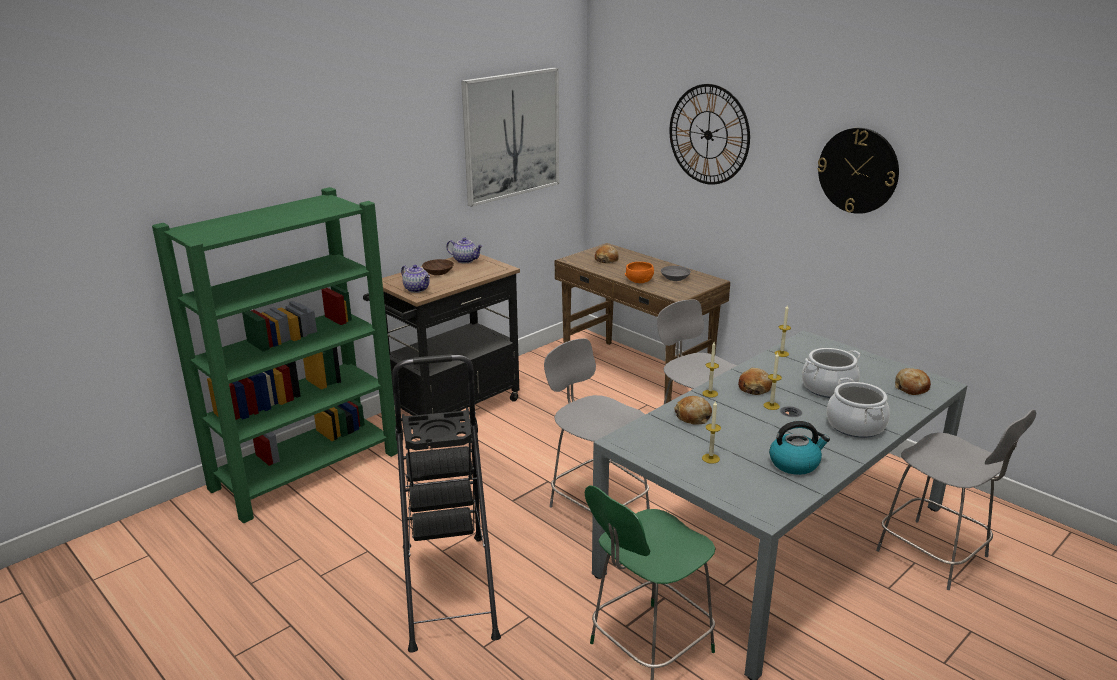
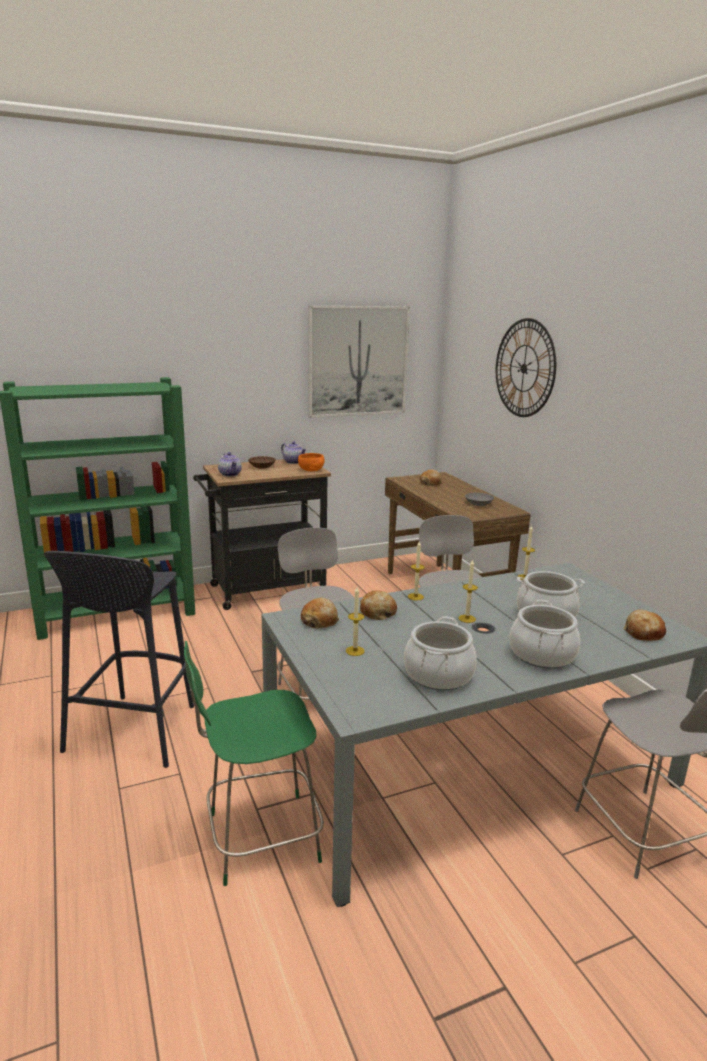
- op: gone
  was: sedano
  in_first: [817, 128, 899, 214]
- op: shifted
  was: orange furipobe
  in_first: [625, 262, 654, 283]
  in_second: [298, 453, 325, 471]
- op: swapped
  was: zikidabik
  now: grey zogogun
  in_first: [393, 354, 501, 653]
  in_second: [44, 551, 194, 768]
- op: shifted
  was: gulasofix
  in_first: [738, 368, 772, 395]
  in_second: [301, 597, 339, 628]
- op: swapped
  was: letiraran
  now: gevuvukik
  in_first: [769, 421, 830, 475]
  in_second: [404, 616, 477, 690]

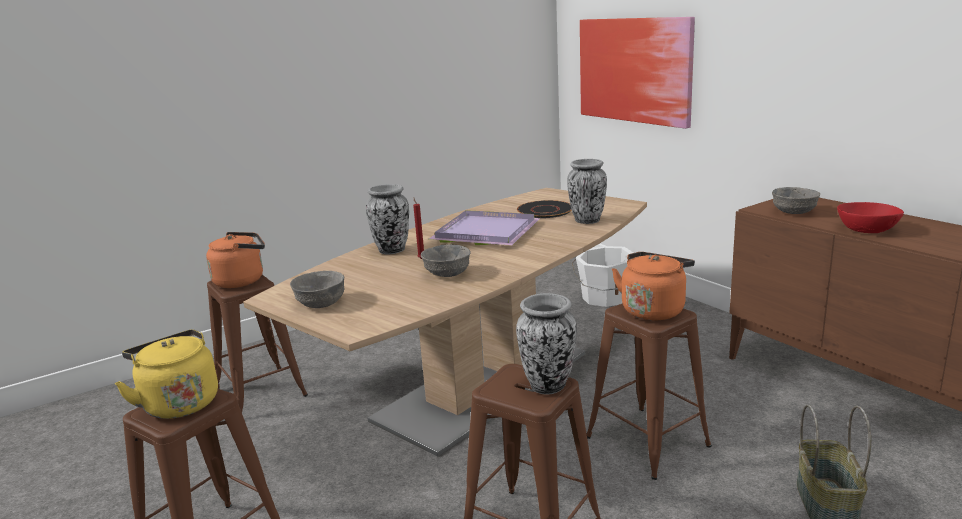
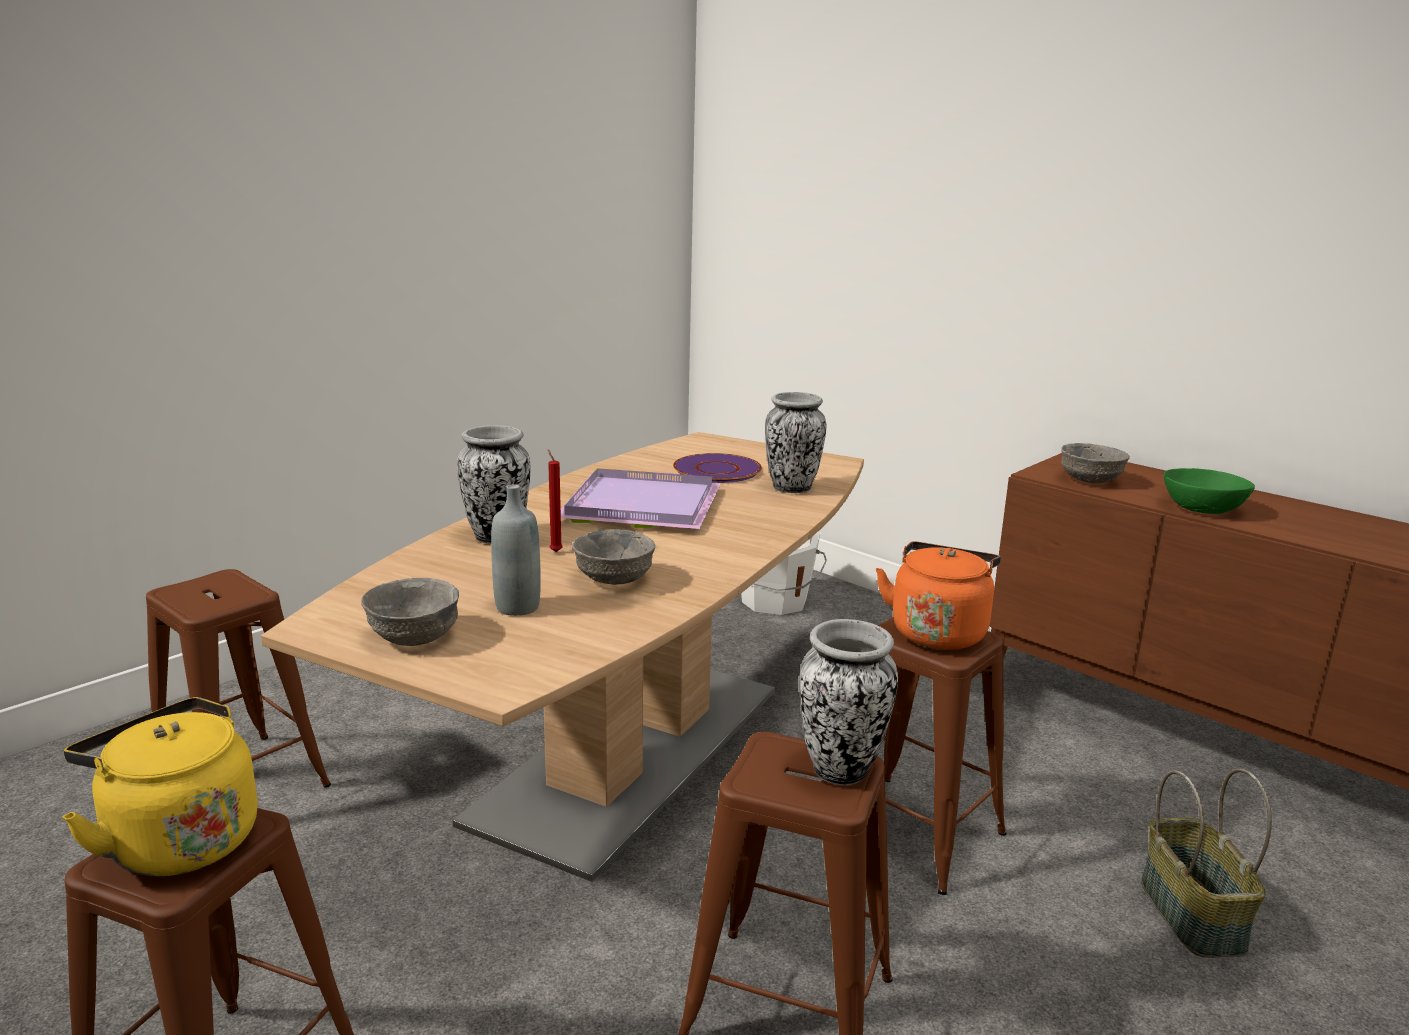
- op: gone
  was: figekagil
  in_first: [580, 17, 695, 129]
- op: repainted
  was: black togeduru
  now: purple togeduru
  in_first: [517, 200, 572, 218]
  in_second: [673, 453, 762, 483]
- op: repainted
  was: red furipobe
  now: green furipobe
  in_first: [837, 202, 904, 233]
  in_second: [1164, 468, 1255, 514]
- op: gone
  was: orange letiraran
  in_first: [206, 232, 265, 288]
- op: new
  now: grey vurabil
  in_second: [491, 485, 541, 616]

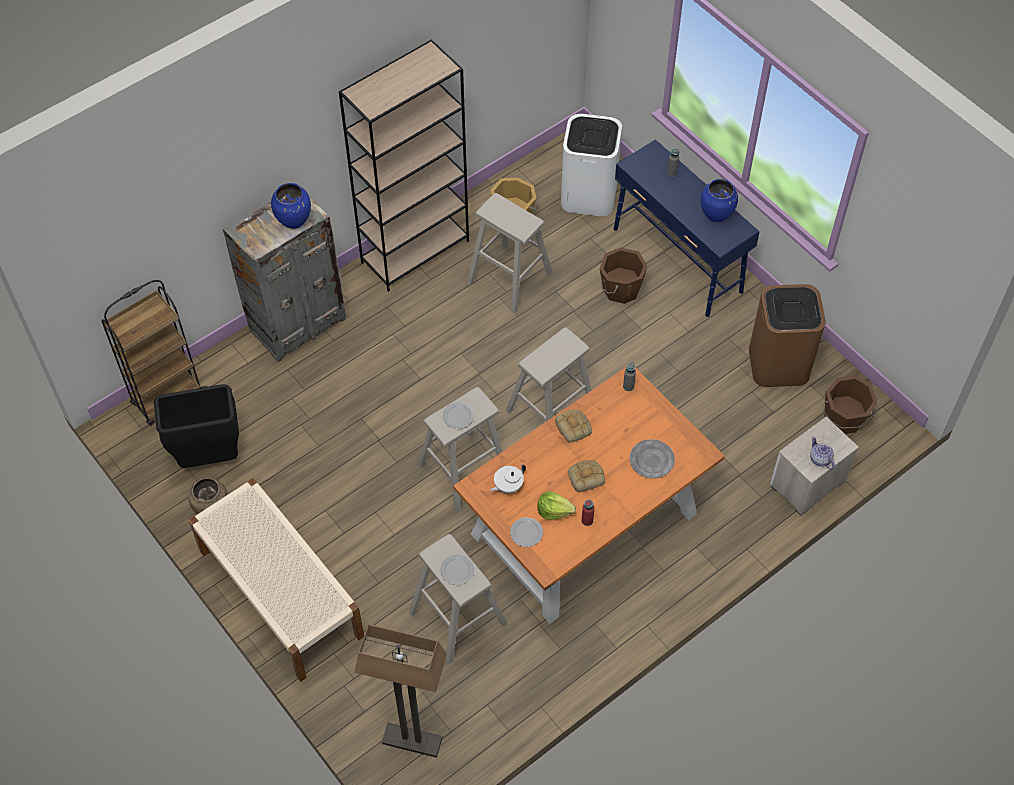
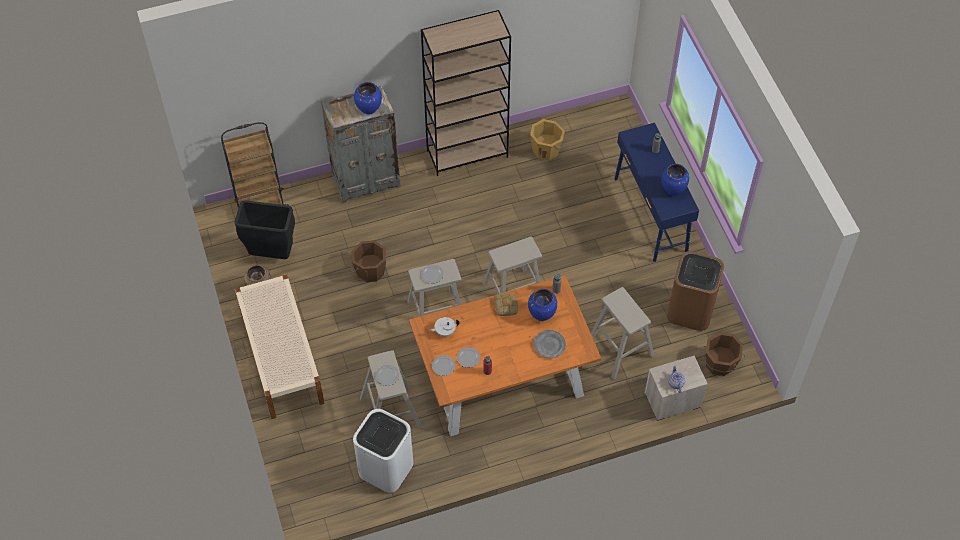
- op: shifted
  was: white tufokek
  in_first: [561, 114, 622, 216]
  in_second: [353, 409, 413, 493]
- op: shifted
  was: beige zogogun
  in_first: [467, 193, 553, 314]
  in_second: [591, 287, 654, 380]
- op: shifted
  was: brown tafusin
  in_first: [600, 247, 648, 304]
  in_second: [351, 240, 386, 282]
- op: gone
  was: gulasofix
  in_first: [568, 460, 605, 492]
- op: swapped
  was: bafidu
  now: togeduru
  in_first: [537, 491, 576, 520]
  in_second: [457, 347, 480, 368]
- op: gone
  was: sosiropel
  in_first: [354, 624, 447, 758]
- op: new
  now: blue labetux
  in_second: [528, 289, 557, 321]

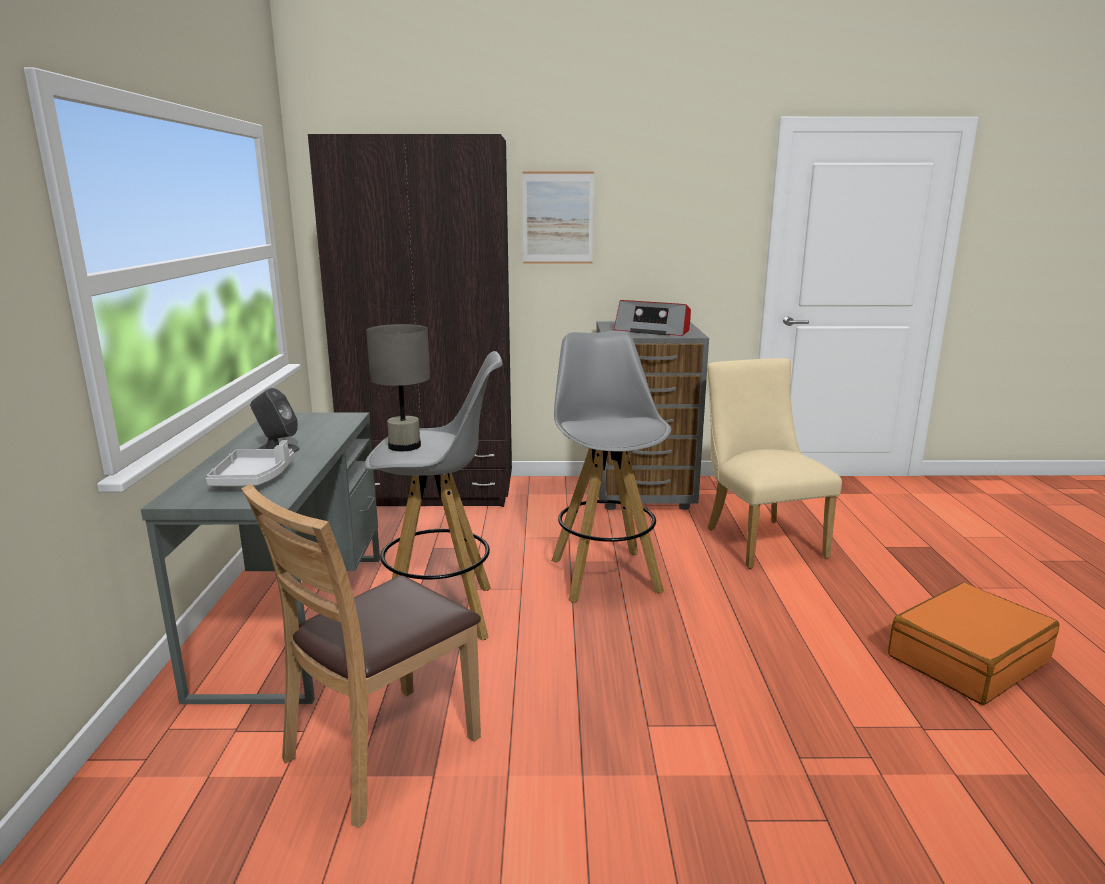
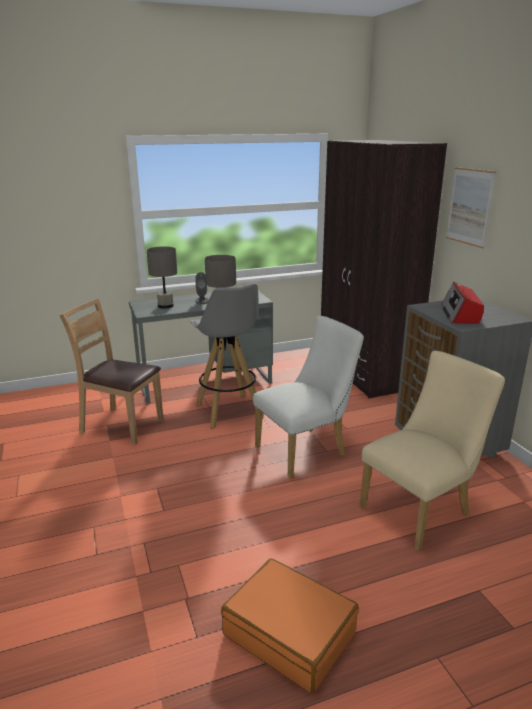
- op: swapped
  was: grey zogogun
  now: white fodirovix
  in_first: [552, 331, 672, 603]
  in_second: [253, 316, 364, 478]
- op: swapped
  was: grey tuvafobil
  now: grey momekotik
  in_first: [206, 440, 294, 486]
  in_second: [147, 246, 177, 309]

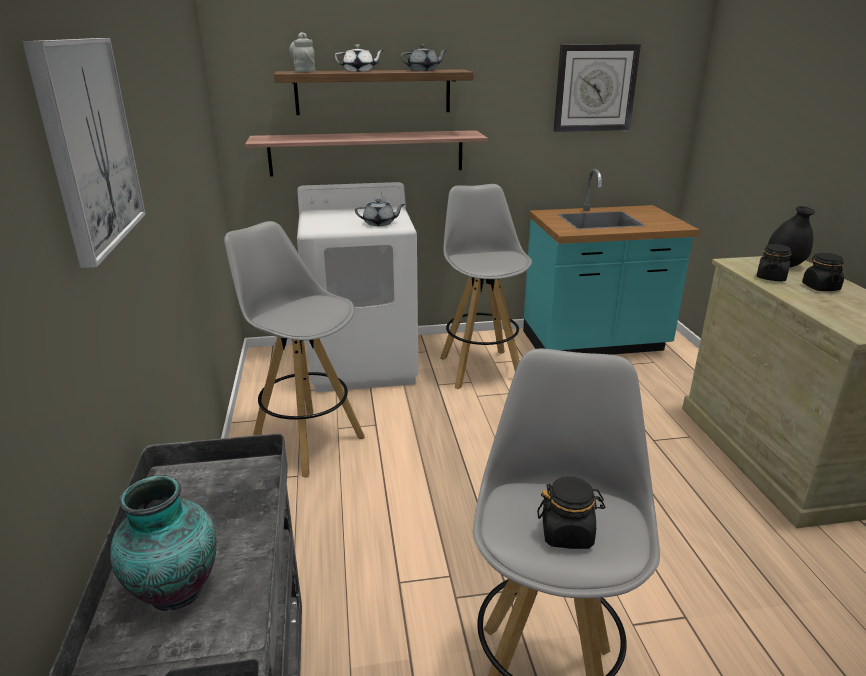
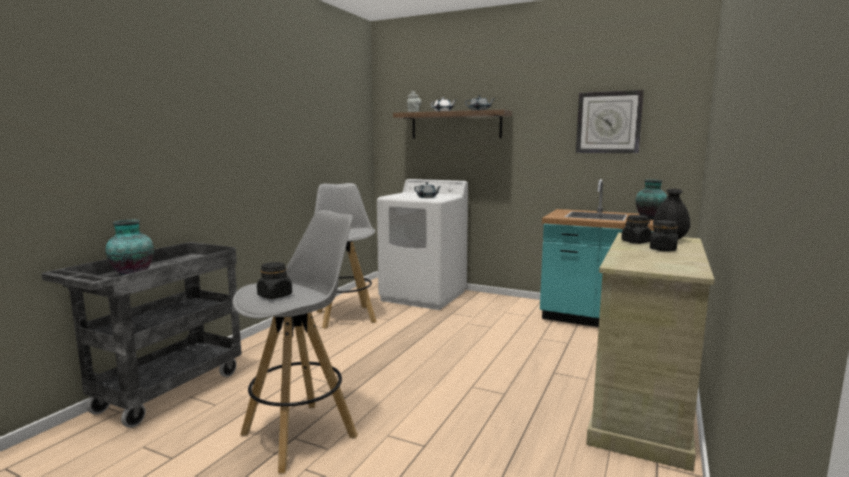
- op: gone
  was: figekagil
  in_first: [22, 38, 146, 268]
- op: gone
  was: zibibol
  in_first: [245, 130, 488, 176]
- op: gone
  was: grey zogogun
  in_first: [440, 184, 532, 389]
- op: new
  now: labetux
  in_second: [635, 179, 667, 220]

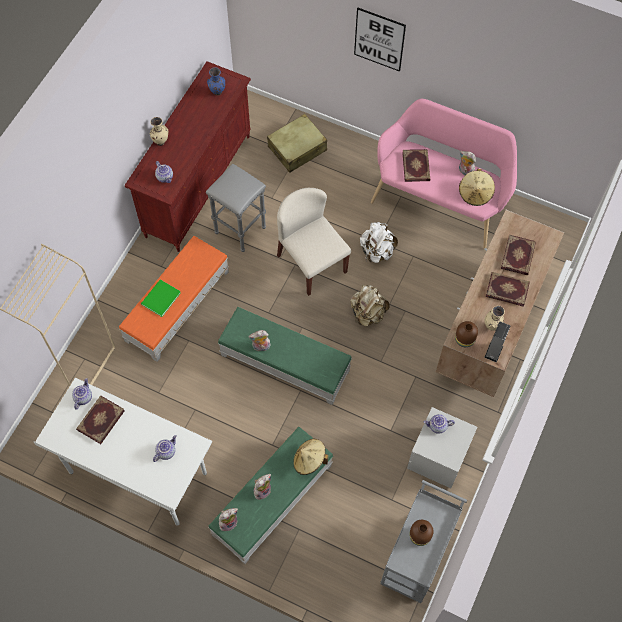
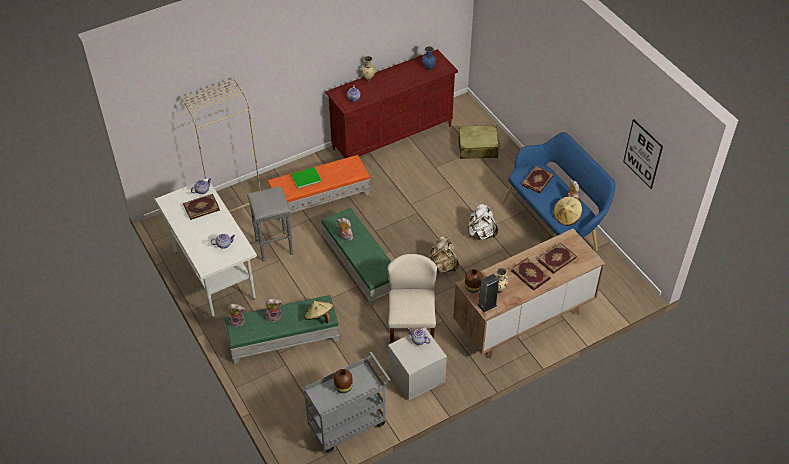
- op: shifted
  was: figekagil
  in_first: [354, 8, 406, 72]
  in_second: [623, 119, 663, 189]
- op: repainted
  was: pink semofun
  now: blue semofun
  in_first: [371, 99, 517, 249]
  in_second: [502, 132, 615, 251]
- op: shifted
  was: grey zogogun
  in_first: [206, 164, 266, 252]
  in_second: [247, 186, 293, 262]
- op: shifted
  was: beige fodirovix
  in_first: [277, 188, 351, 296]
  in_second: [388, 254, 437, 344]

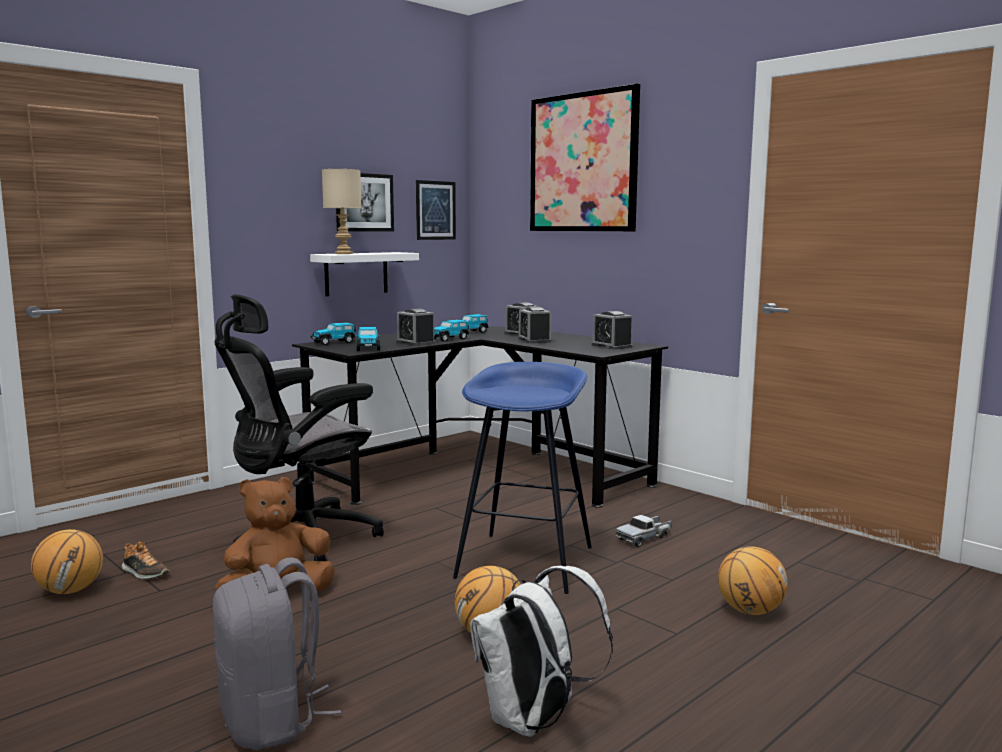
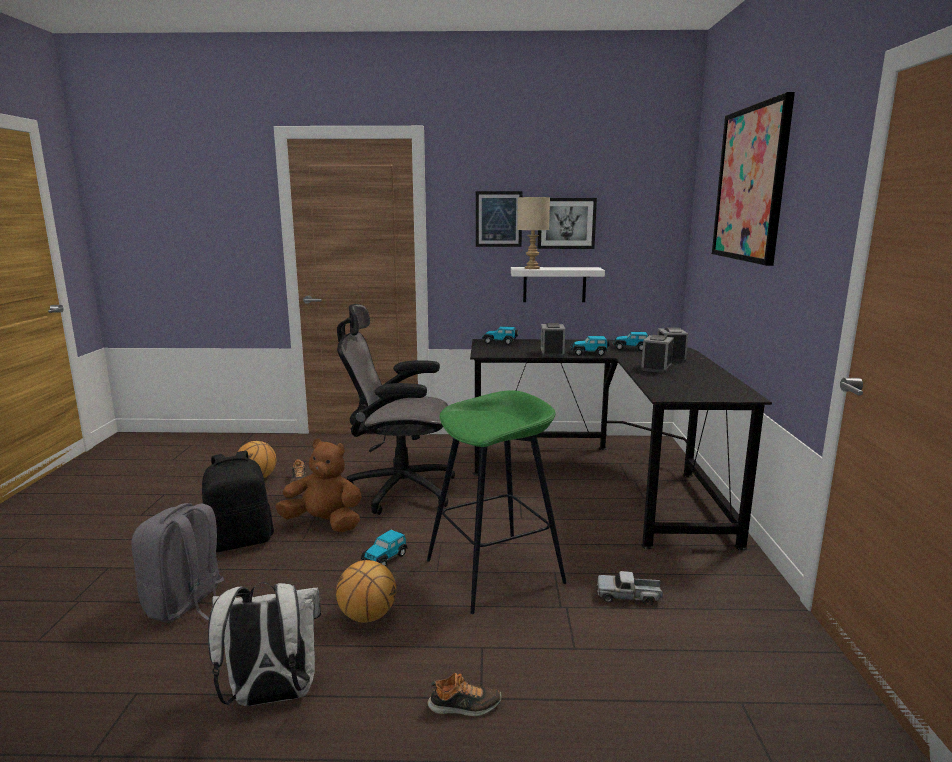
- op: shifted
  was: figekagil
  in_first: [416, 180, 456, 240]
  in_second: [476, 191, 523, 247]
- op: gone
  was: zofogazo
  in_first: [591, 311, 632, 350]
- op: shifted
  was: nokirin
  in_first: [356, 327, 380, 351]
  in_second: [361, 529, 408, 566]
- op: repainted
  was: blue zogogun
  now: green zogogun
  in_first: [453, 362, 592, 594]
  in_second: [427, 390, 566, 614]
- op: gone
  was: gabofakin
  in_first: [718, 546, 788, 615]
- op: new
  now: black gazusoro
  in_second: [202, 451, 274, 552]
- op: new
  now: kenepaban
  in_second: [428, 673, 502, 716]

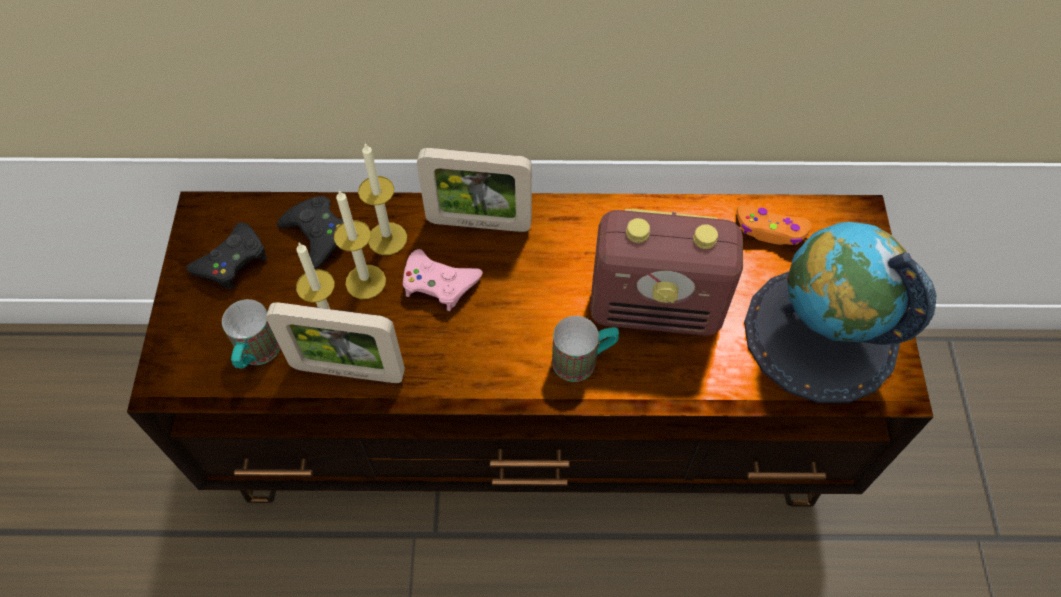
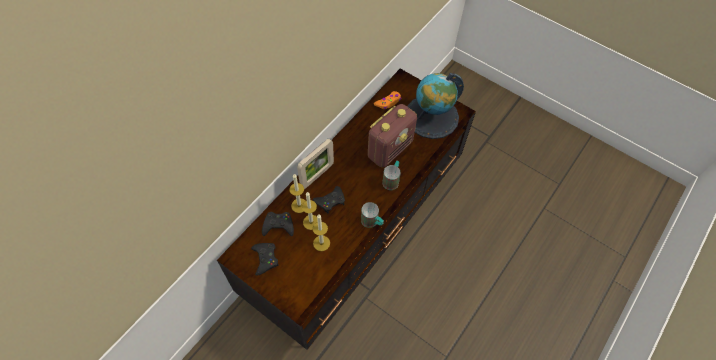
- op: repainted
  was: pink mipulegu
  now: black mipulegu
  in_first: [403, 249, 483, 311]
  in_second: [313, 186, 345, 213]
- op: shifted
  was: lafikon
  in_first: [222, 299, 280, 368]
  in_second: [361, 202, 384, 228]
- op: gone
  was: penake
  in_first: [266, 302, 405, 383]

